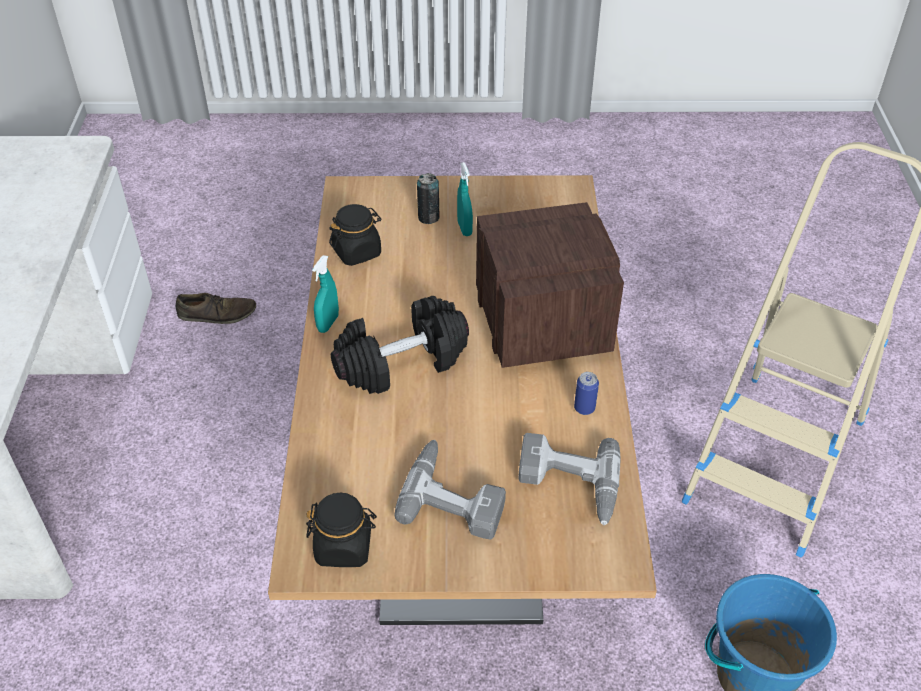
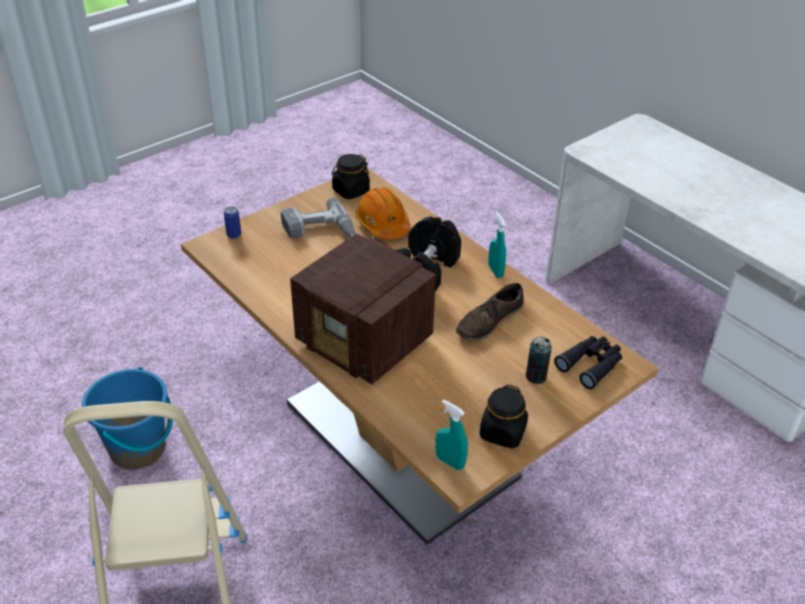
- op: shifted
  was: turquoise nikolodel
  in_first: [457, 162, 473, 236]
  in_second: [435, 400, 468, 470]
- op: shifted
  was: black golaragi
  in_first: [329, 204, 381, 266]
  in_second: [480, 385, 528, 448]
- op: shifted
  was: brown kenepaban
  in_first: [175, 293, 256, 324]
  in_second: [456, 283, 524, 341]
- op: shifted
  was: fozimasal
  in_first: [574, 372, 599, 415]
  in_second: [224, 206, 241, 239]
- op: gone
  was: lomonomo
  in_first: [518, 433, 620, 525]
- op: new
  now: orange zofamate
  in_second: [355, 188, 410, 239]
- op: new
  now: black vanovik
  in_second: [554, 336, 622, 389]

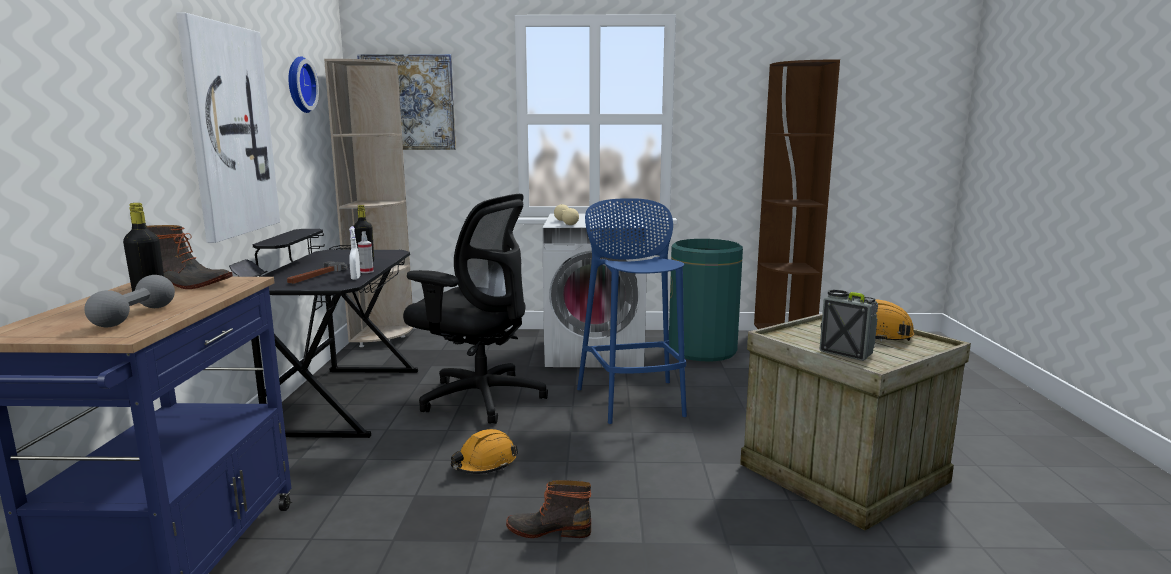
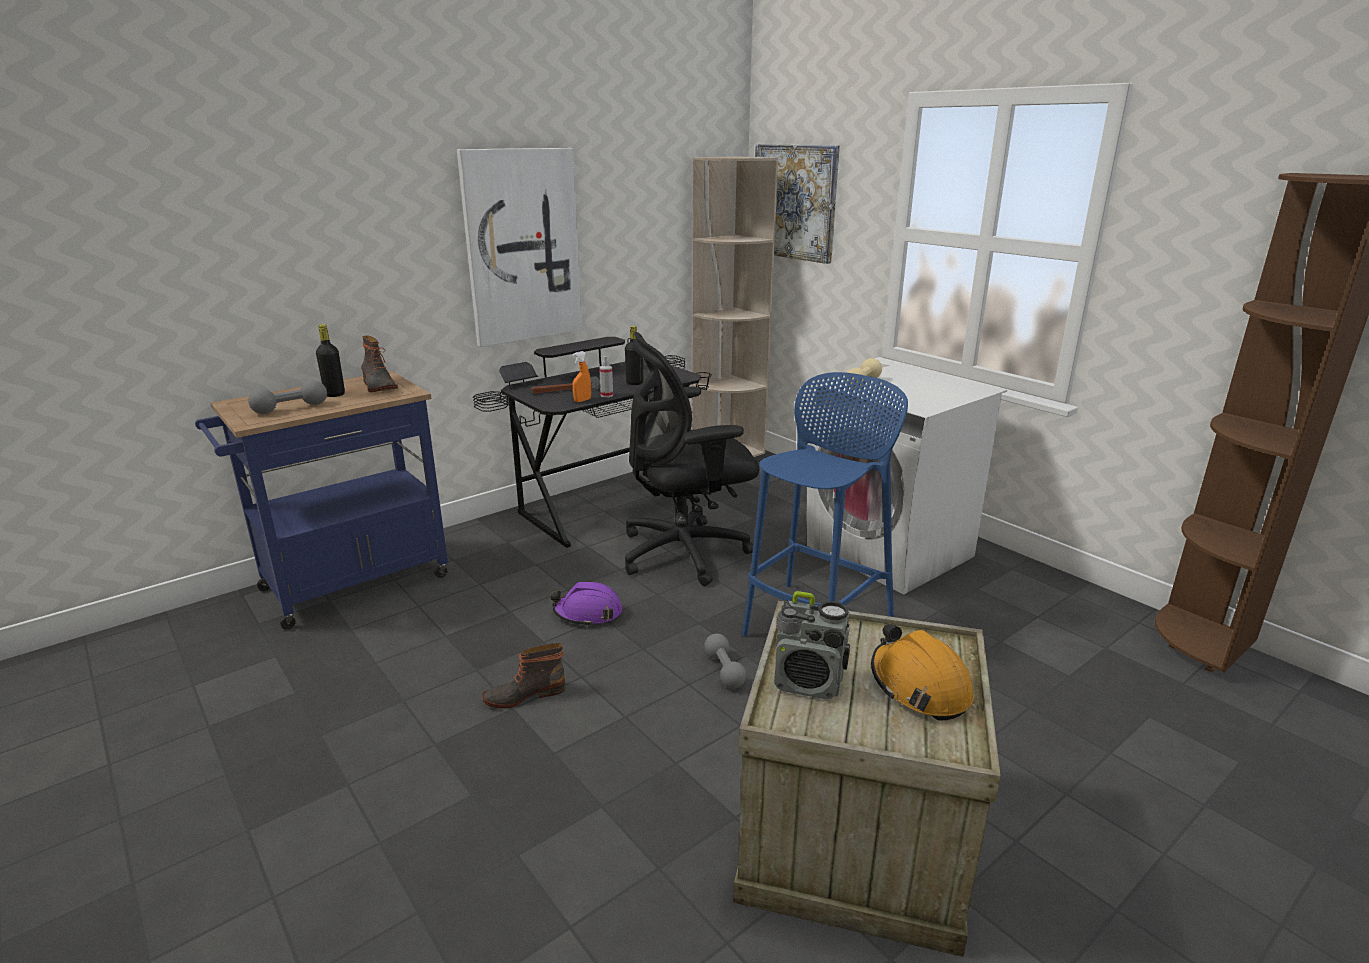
- op: gone
  was: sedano
  in_first: [289, 56, 319, 113]
- op: rotated
  was: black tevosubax
  in_first: [403, 194, 548, 424]
  in_second: [625, 332, 759, 586]
  clockwise: 90
- op: repainted
  was: white nikolodel
  now: orange nikolodel
  in_first: [349, 226, 361, 280]
  in_second: [573, 351, 591, 402]
- op: gone
  was: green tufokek
  in_first: [669, 239, 743, 361]
- op: rotated
  was: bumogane
  in_first: [819, 290, 878, 361]
  in_second: [774, 591, 850, 699]
  clockwise: 105
- op: repainted
  was: orange zofamate
  now: purple zofamate
  in_first: [451, 429, 518, 474]
  in_second: [550, 582, 622, 627]
- op: rotated
  was: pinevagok
  in_first: [506, 480, 591, 538]
  in_second: [482, 643, 565, 709]
  clockwise: -75
- op: new
  now: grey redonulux
  in_second: [704, 634, 747, 689]

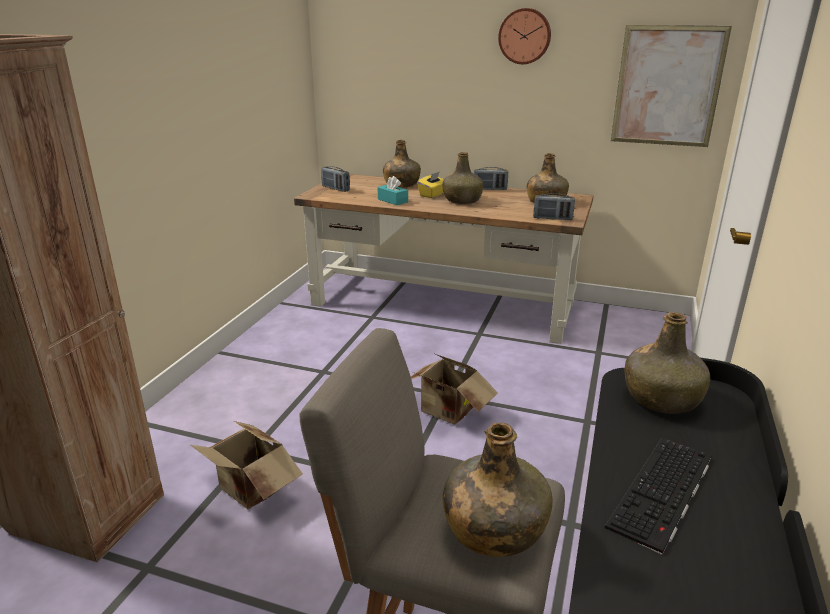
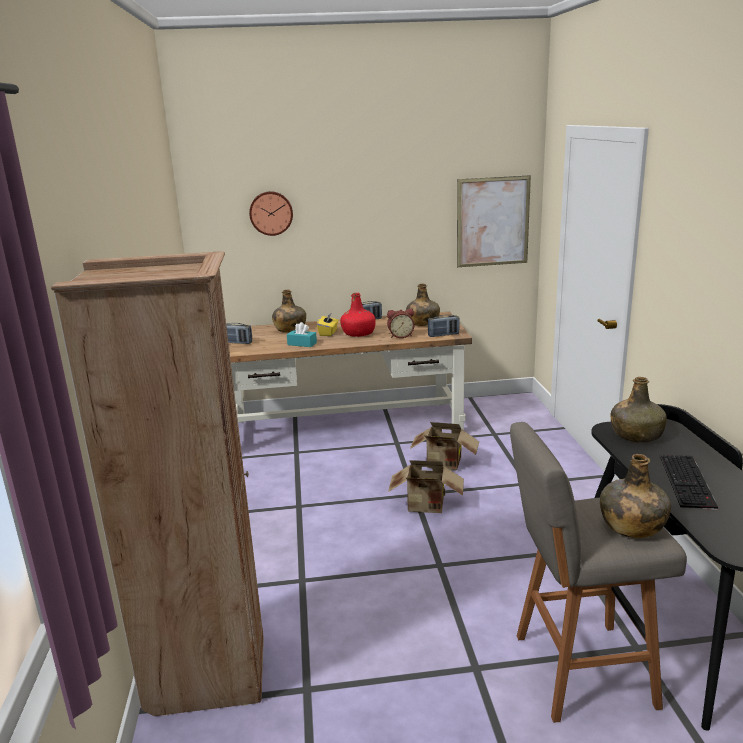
- op: shifted
  was: sedano
  in_first: [498, 8, 551, 64]
  in_second: [249, 191, 293, 236]
- op: repainted
  was: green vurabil
  now: red vurabil
  in_first: [442, 152, 483, 204]
  in_second: [340, 293, 376, 337]
- op: shifted
  was: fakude
  in_first: [189, 421, 303, 509]
  in_second: [410, 422, 479, 470]
- op: new
  now: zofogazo
  in_second: [387, 309, 414, 338]

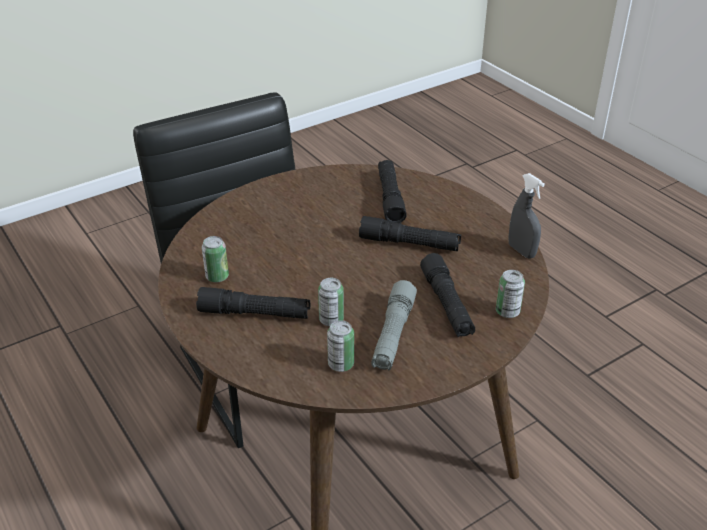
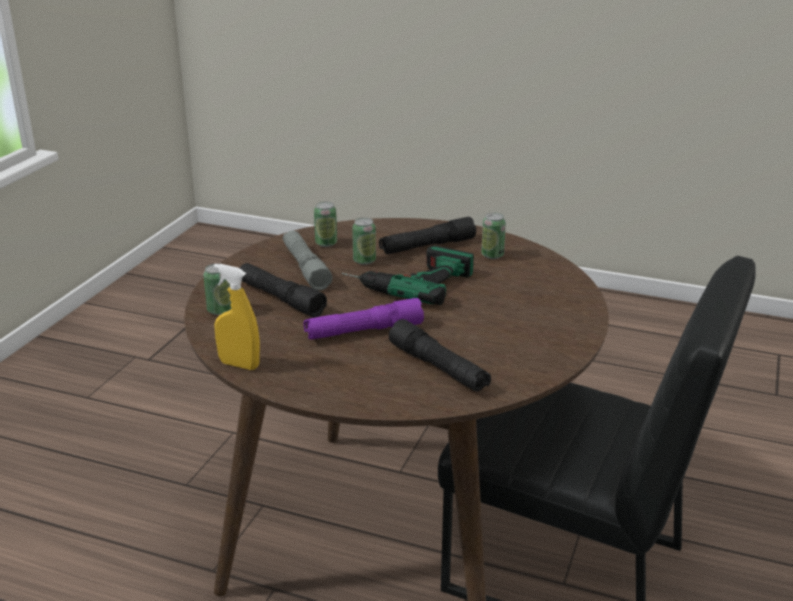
- op: repainted
  was: grey nikolodel
  now: yellow nikolodel
  in_first: [508, 173, 545, 259]
  in_second: [214, 264, 260, 370]
- op: repainted
  was: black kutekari
  now: purple kutekari
  in_first: [359, 216, 461, 251]
  in_second: [304, 298, 424, 339]
- op: new
  now: lomonomo
  in_second: [342, 246, 474, 305]

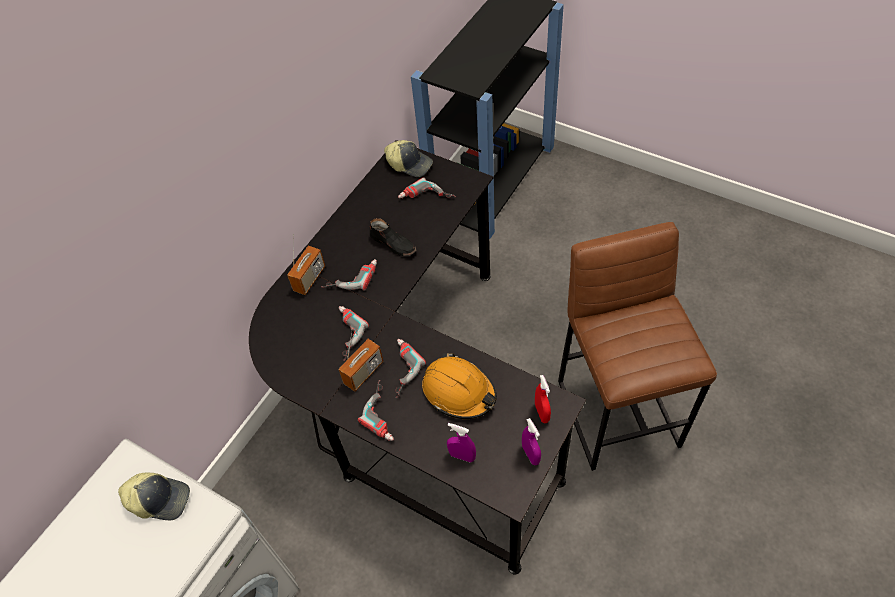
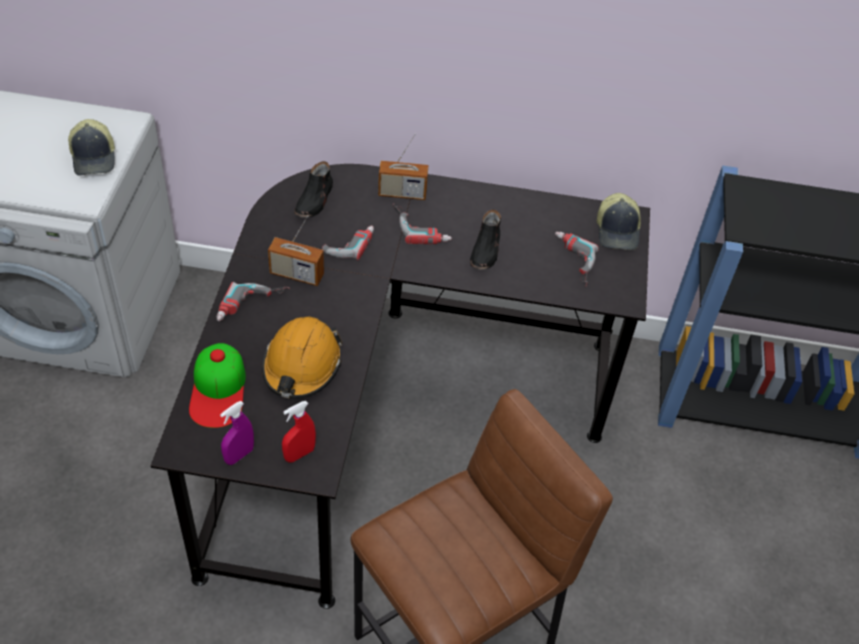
- op: gone
  was: lomonomo
  in_first: [395, 339, 426, 398]
- op: swapped
  was: purple nikolodel
  now: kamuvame
  in_first: [447, 423, 476, 463]
  in_second: [189, 343, 246, 428]
- op: new
  now: black kenepaban
  in_second: [294, 161, 333, 218]

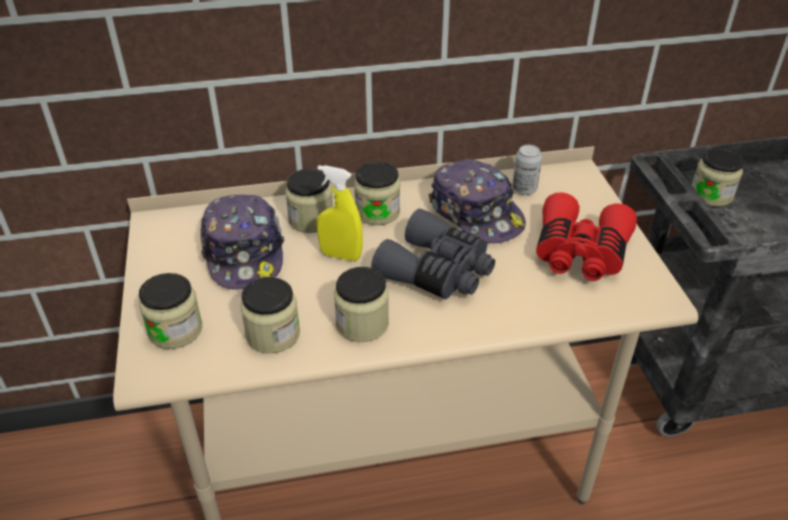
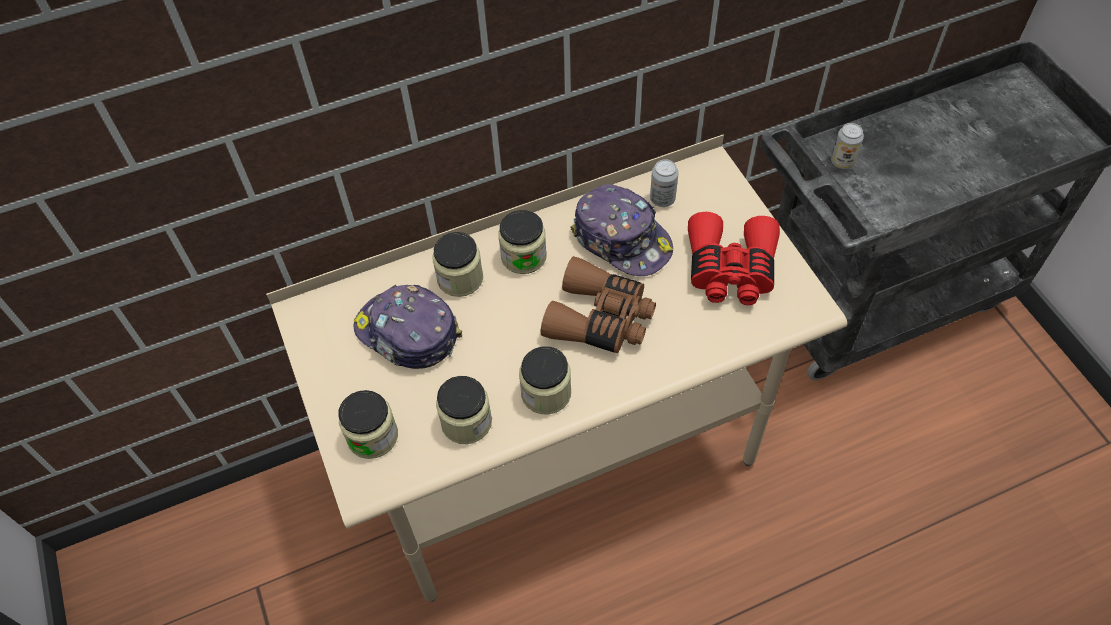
- op: swapped
  was: golaragi
  now: fozimasal
  in_first: [692, 148, 744, 207]
  in_second: [831, 123, 864, 169]
- op: gone
  was: yellow nikolodel
  in_first: [316, 165, 363, 261]
- op: rotated
  was: kamuvame
  in_first: [200, 195, 285, 290]
  in_second: [354, 285, 462, 369]
  clockwise: 150
- op: repainted
  was: grey vanovik
  now: brown vanovik
  in_first: [371, 209, 495, 299]
  in_second: [541, 256, 656, 353]

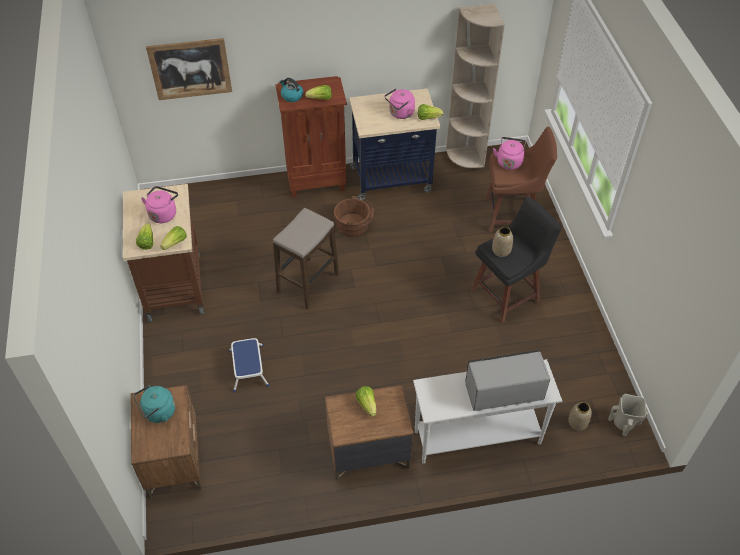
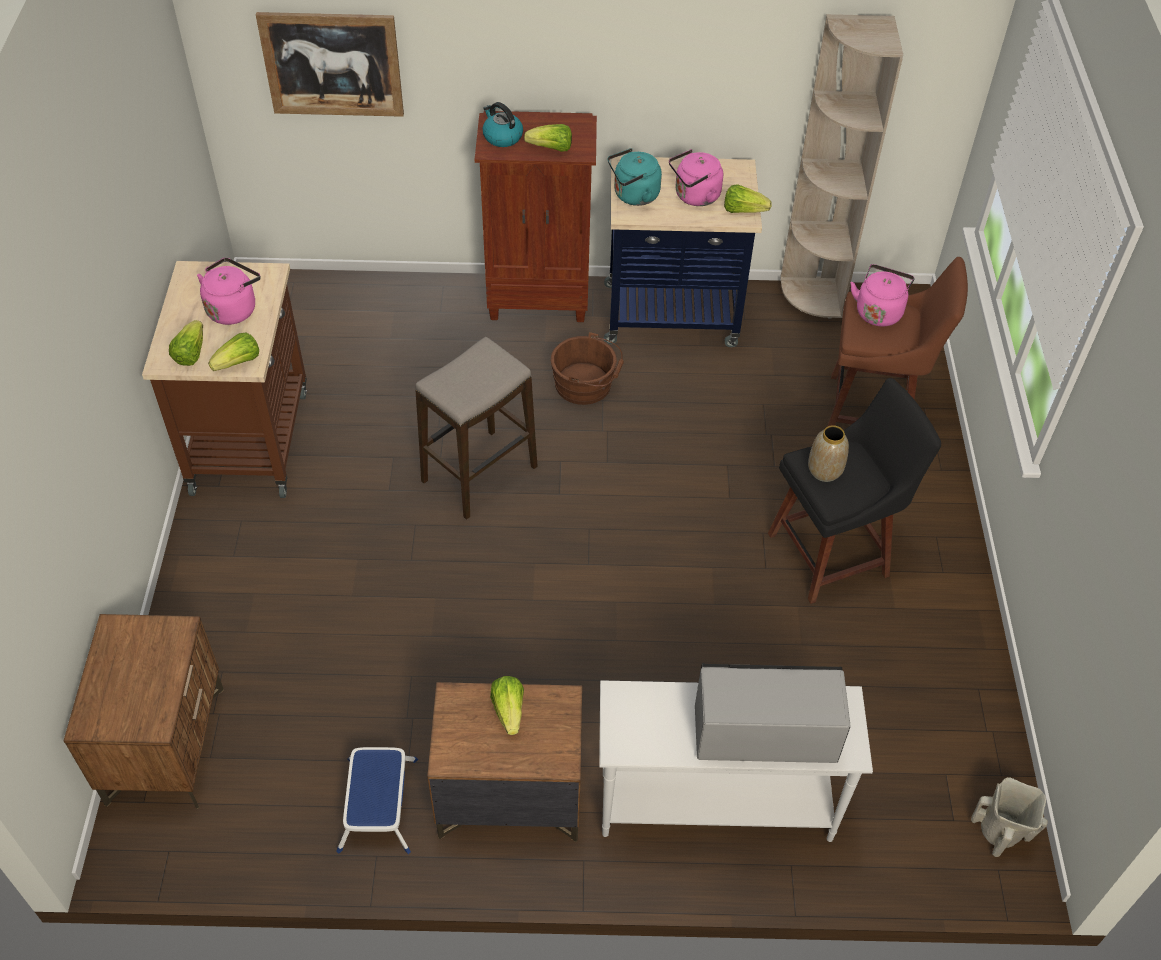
- op: shifted
  was: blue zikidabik
  in_first: [228, 338, 270, 393]
  in_second: [336, 747, 418, 854]
- op: shifted
  was: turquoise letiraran
  in_first: [133, 385, 175, 423]
  in_second: [608, 148, 662, 206]
- op: gone
  was: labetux
  in_first: [568, 402, 592, 431]

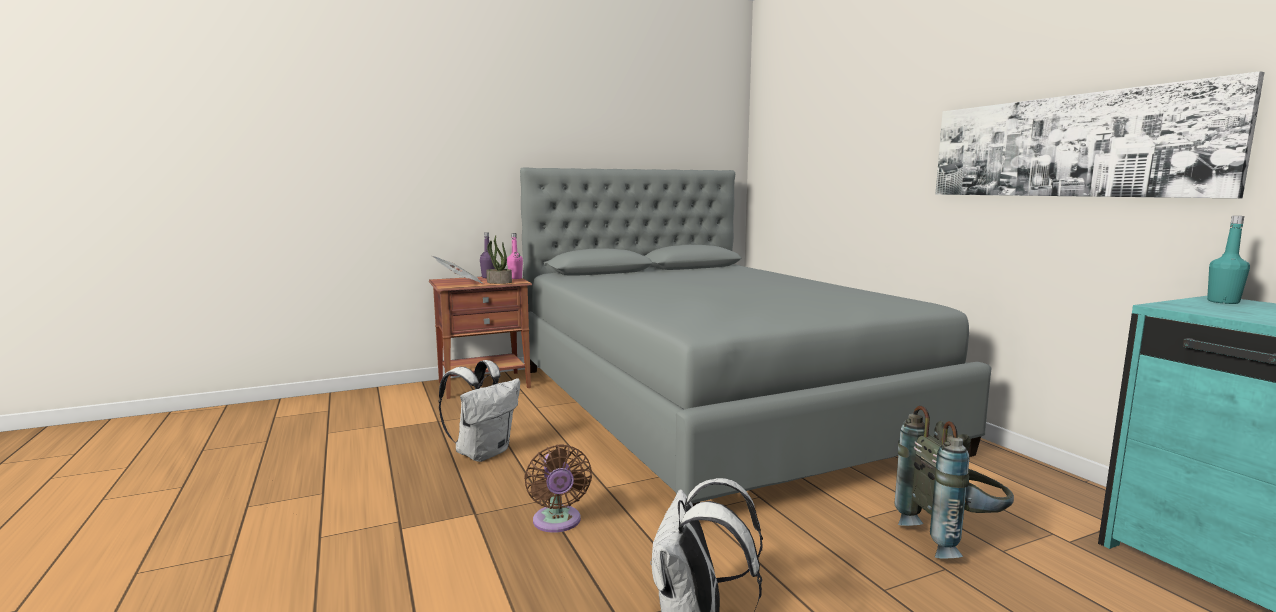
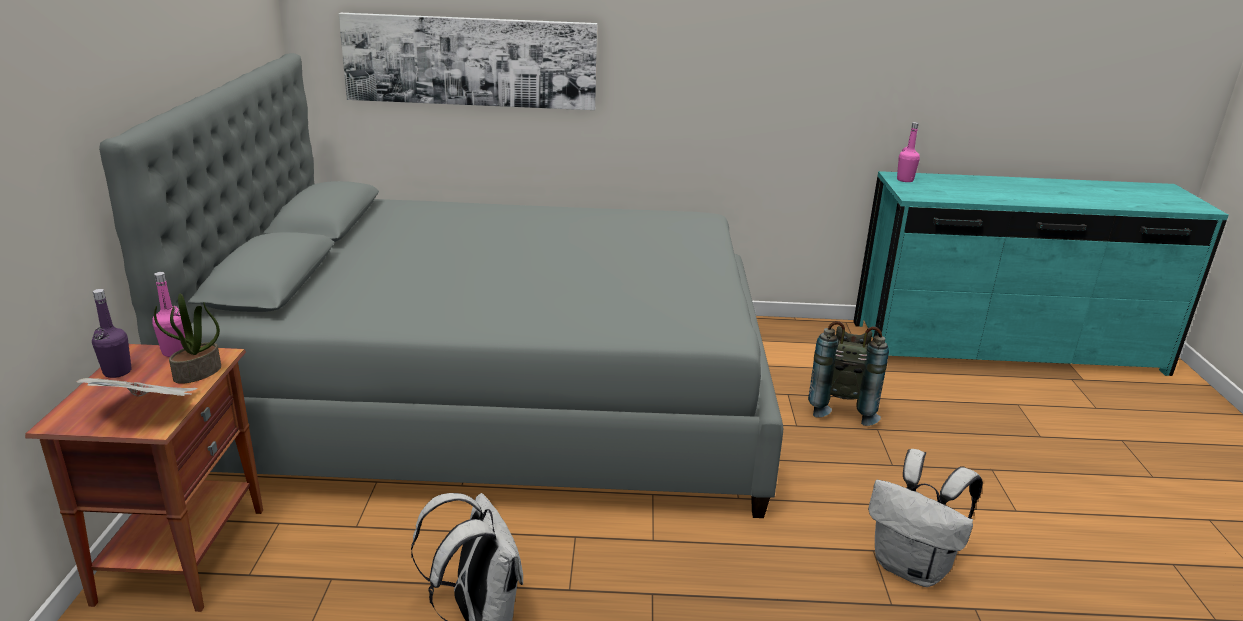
- op: shifted
  was: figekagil
  in_first: [936, 71, 1265, 198]
  in_second: [339, 13, 597, 110]
- op: repainted
  was: turquoise vurabil
  now: pink vurabil
  in_first: [1207, 216, 1250, 304]
  in_second: [897, 122, 920, 182]
- op: gone
  was: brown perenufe
  in_first: [524, 444, 592, 533]

